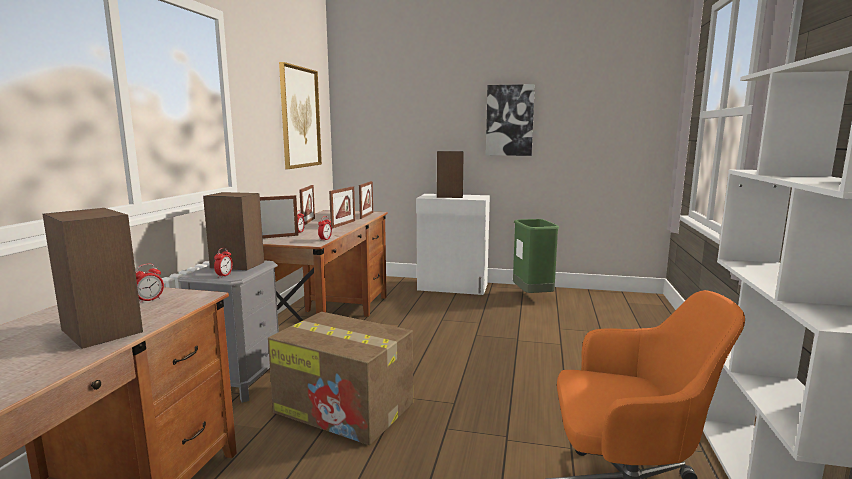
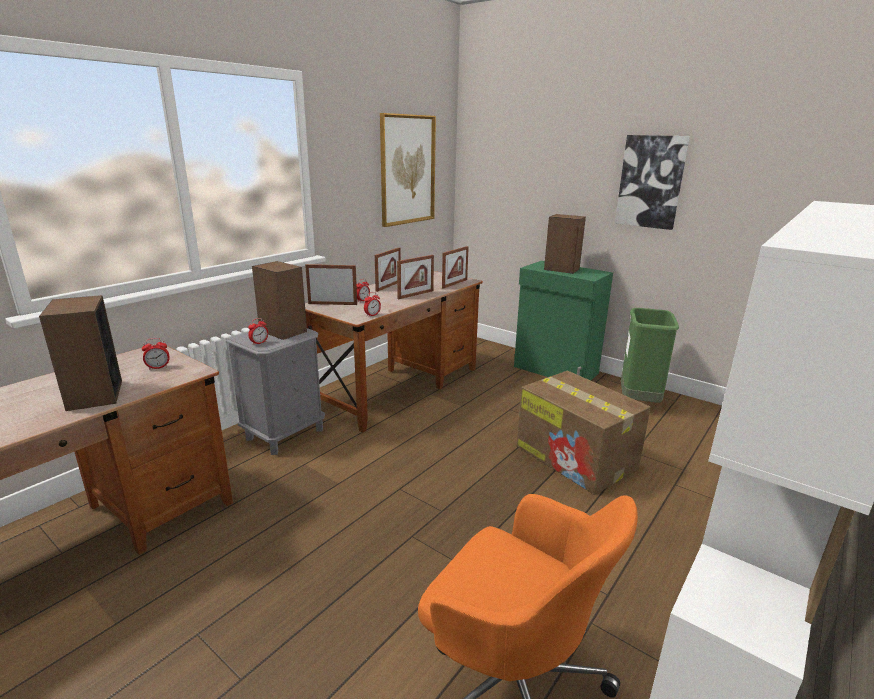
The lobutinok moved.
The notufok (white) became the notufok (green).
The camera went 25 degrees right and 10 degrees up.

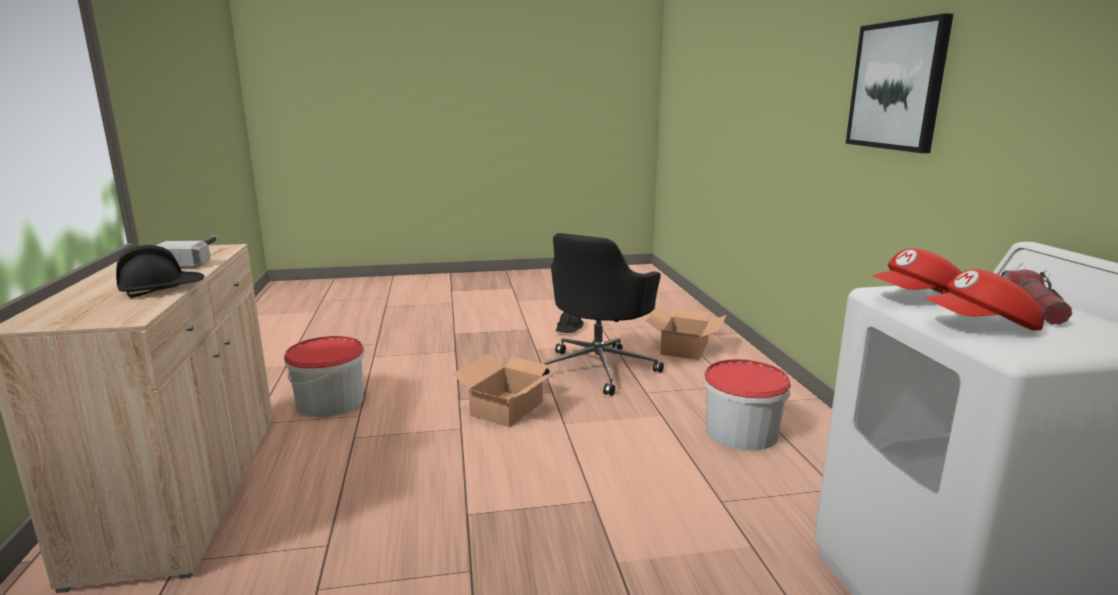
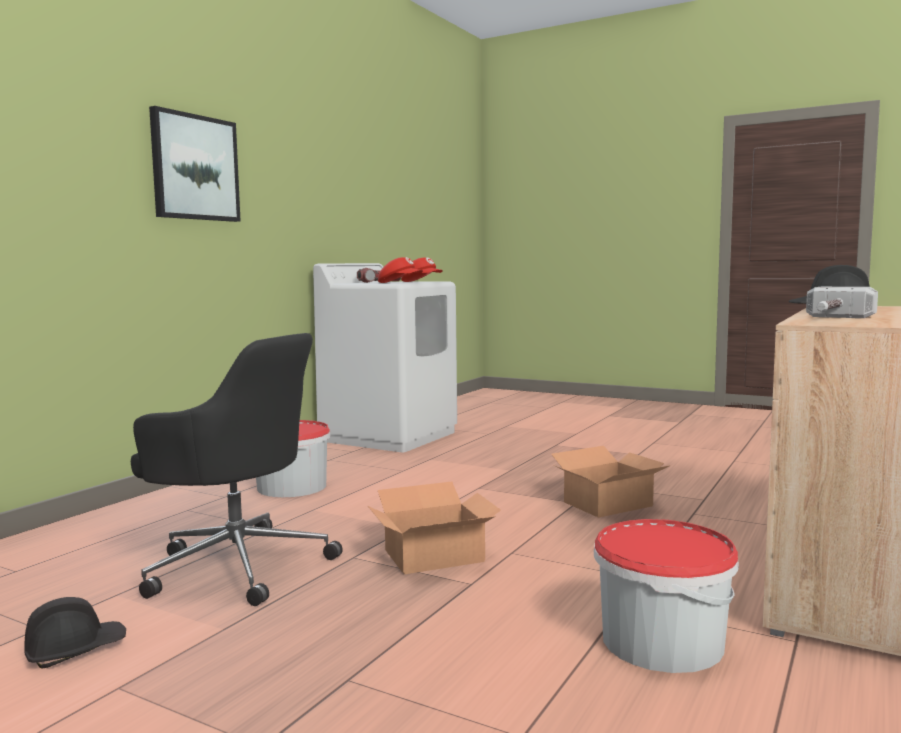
The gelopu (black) turned 45 degrees clockwise.
The lobutinok (no. 2 from left) moved.
The camera went 140 degrees left and 10 degrees down.

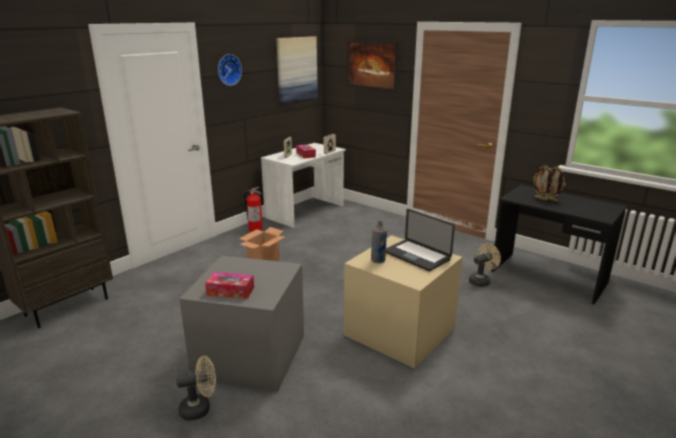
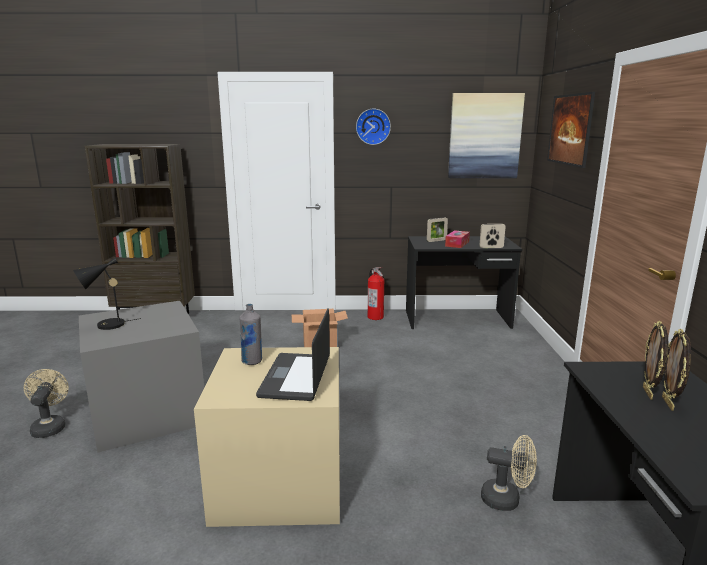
The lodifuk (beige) (no. 1 from left) turned 135 degrees counterclockwise.
The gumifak (no. 1 from left) was replaced by the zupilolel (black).
The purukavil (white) became the purukavil (black) (no. 1 from left).
The camera went 50 degrees right and 5 degrees down.

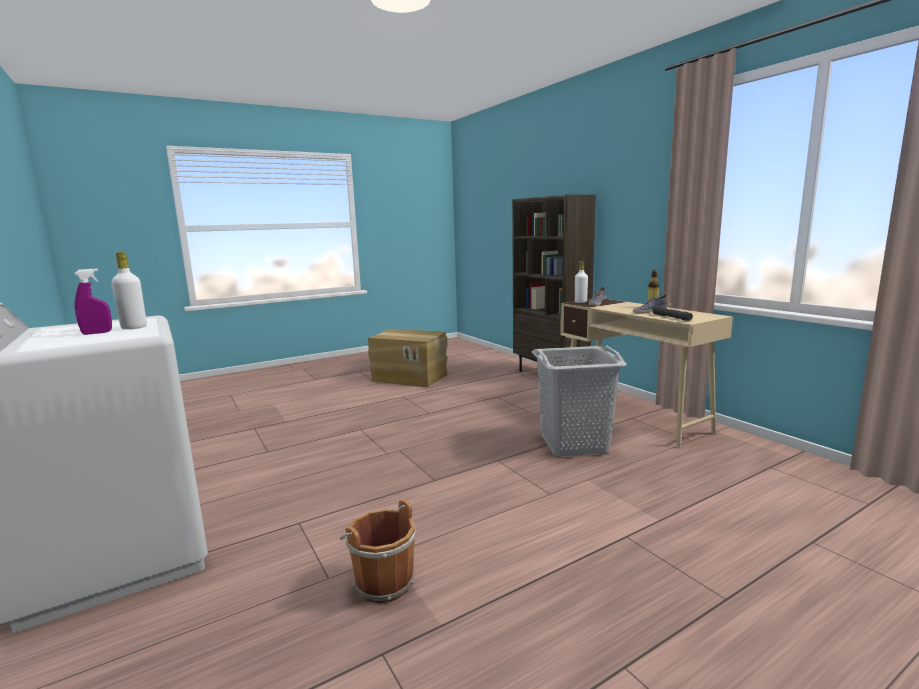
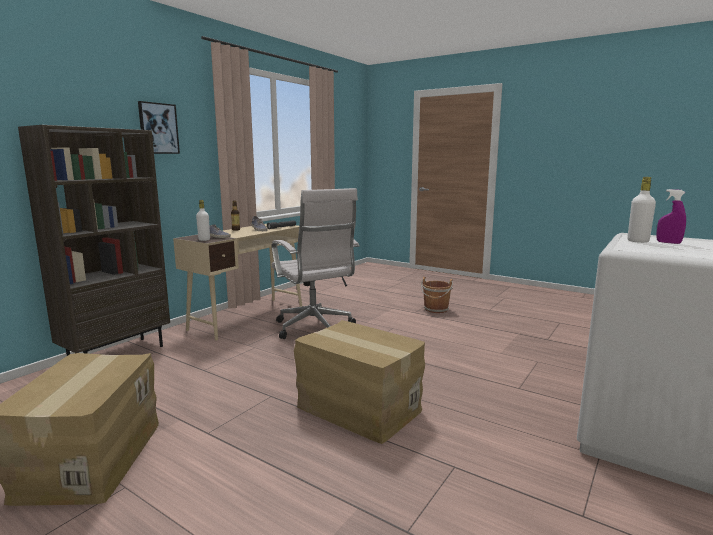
The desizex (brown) moved.
The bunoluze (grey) was replaced by the gelopu (white).
The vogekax appeared.
The lobutinok (no. 2 from left) appeared.
The camera went 115 degrees left and 0 degrees up.

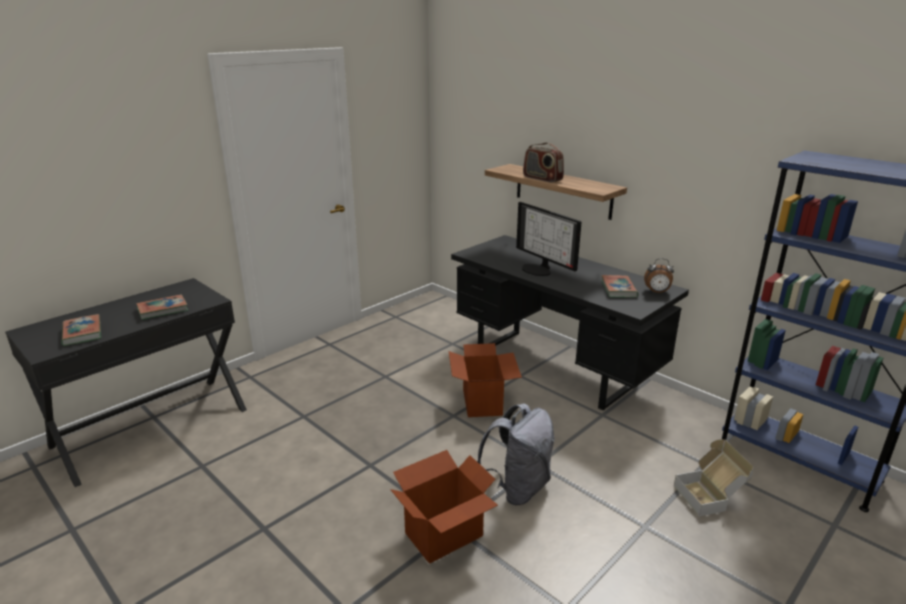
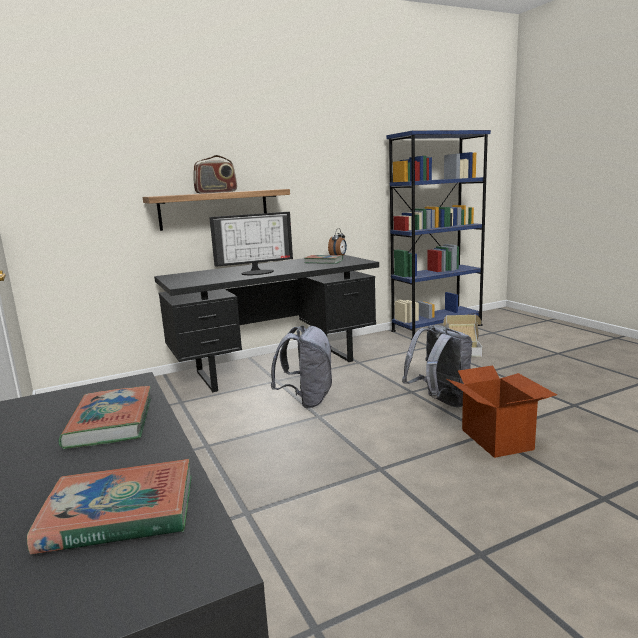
The lobutinok (no. 2 from left) was replaced by the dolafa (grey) (no. 1 from left).
The camera went 70 degrees left and 10 degrees down.

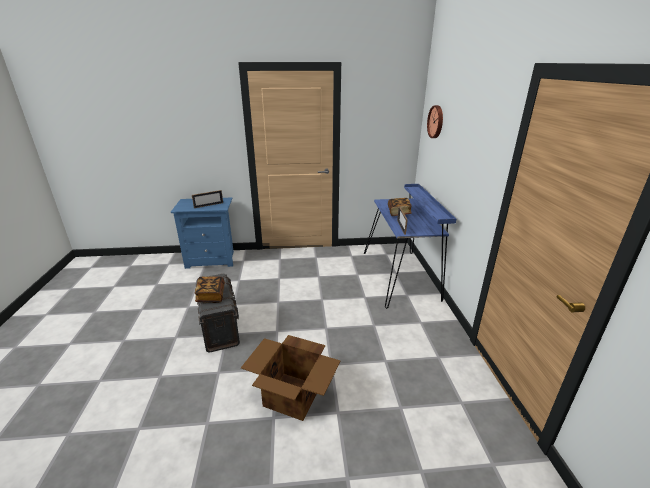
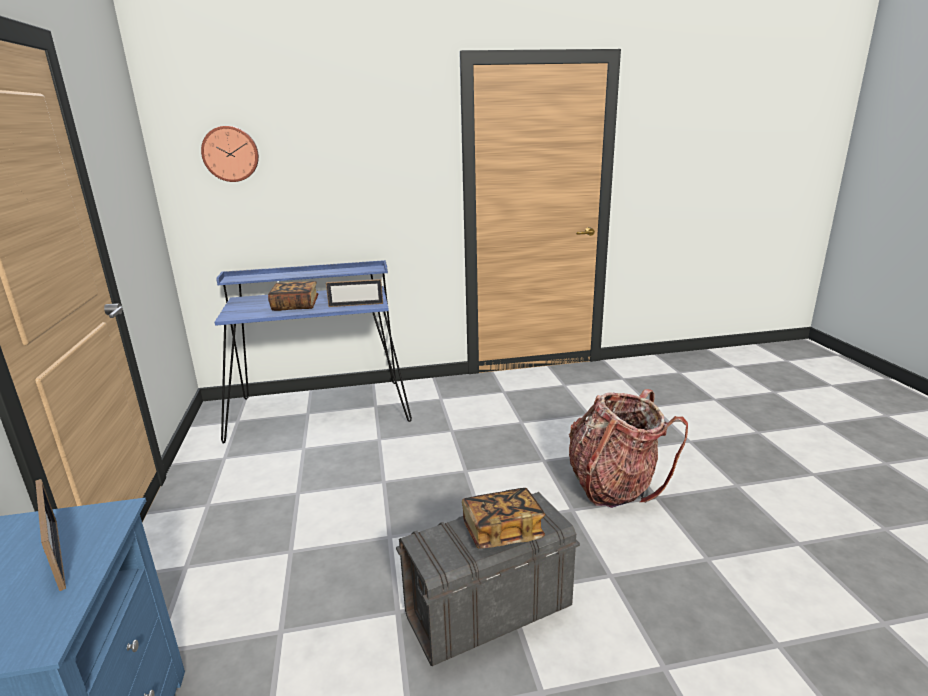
The lobutinok was replaced by the dolafa.
The camera went 95 degrees left and 5 degrees down.

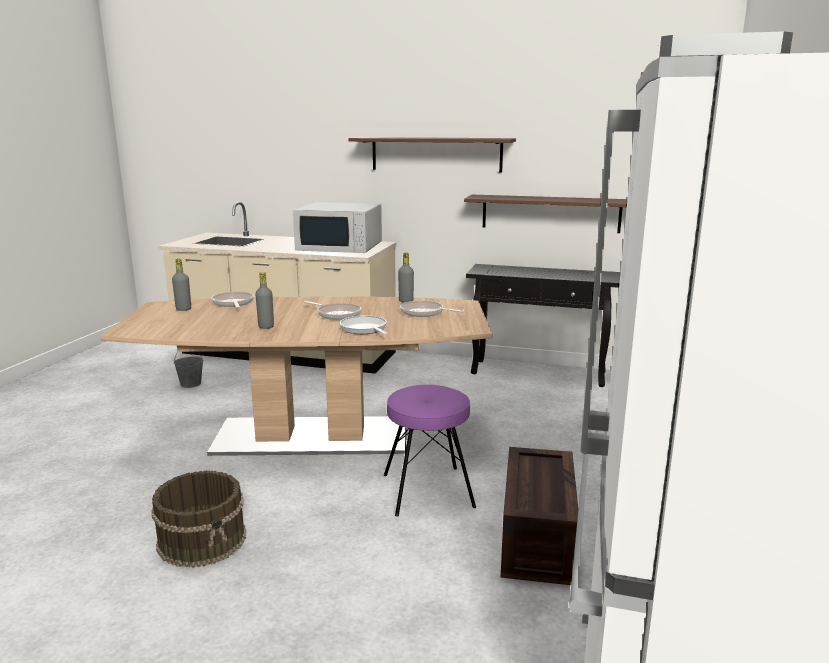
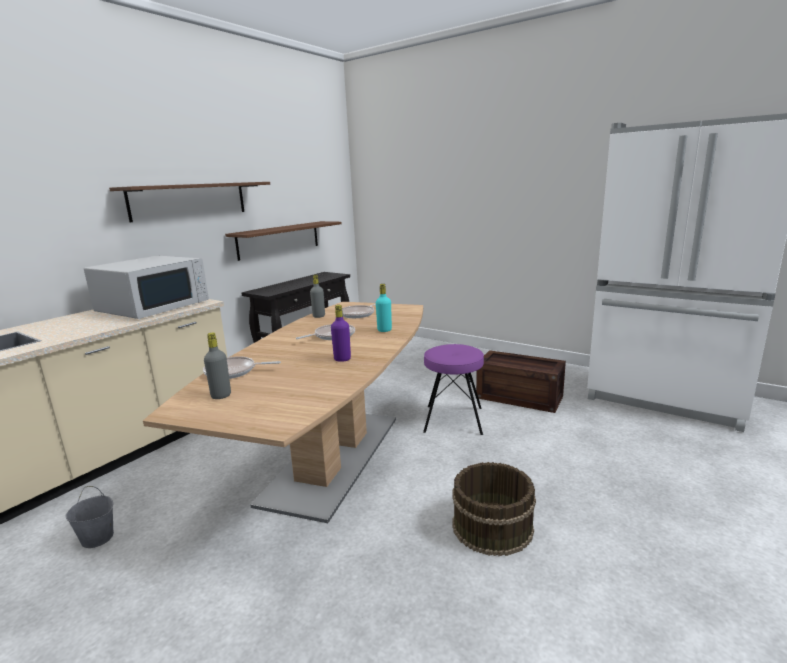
The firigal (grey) (no. 2 from left) became the firigal (purple).
The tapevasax (no. 3 from left) was replaced by the firigal (turquoise).
The camera went 70 degrees left and 0 degrees up.

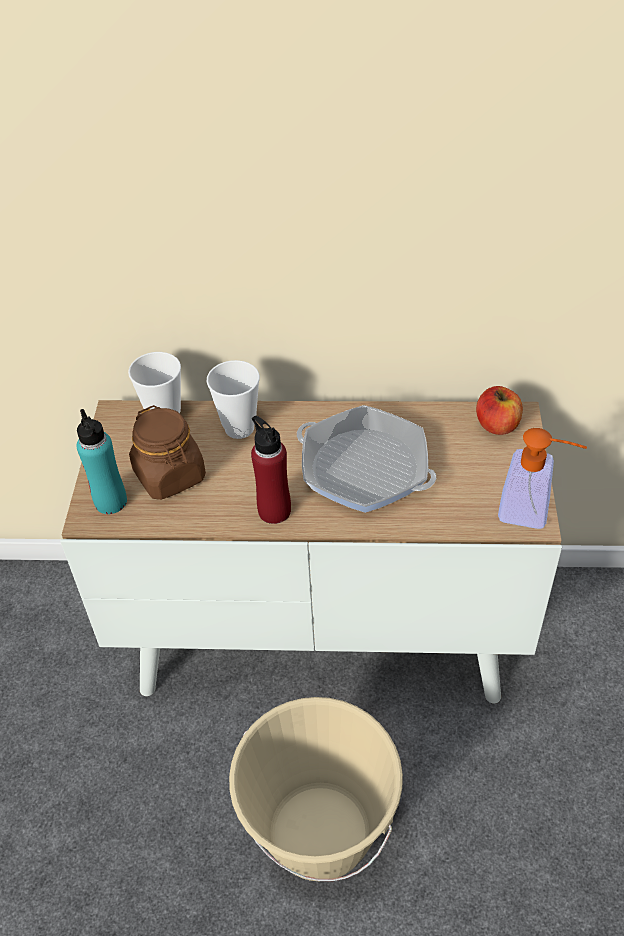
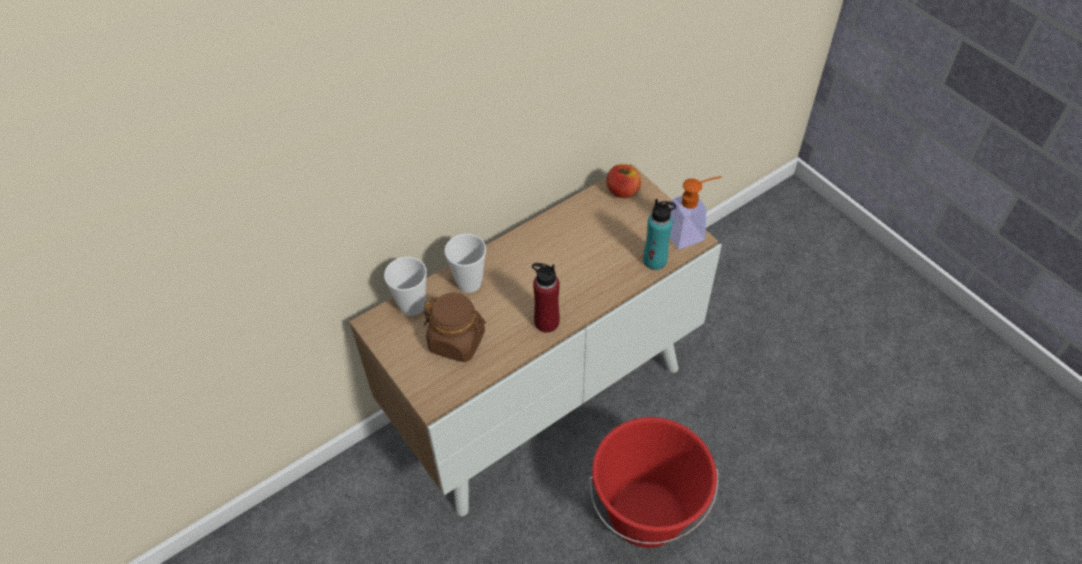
The firigal (turquoise) moved.
The desizex (beige) became the desizex (red).
The tapevasax disappeared.
The camera went 40 degrees left and 5 degrees up.

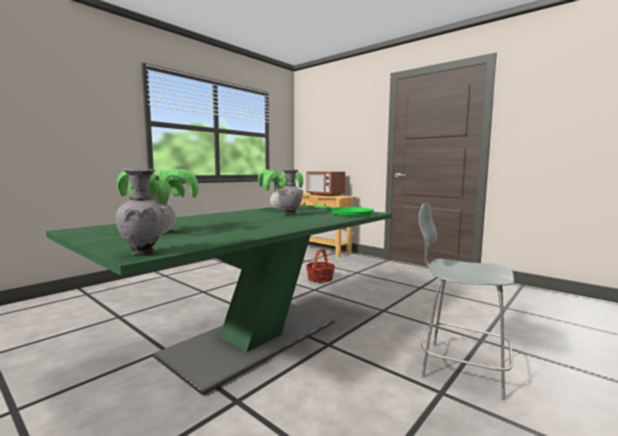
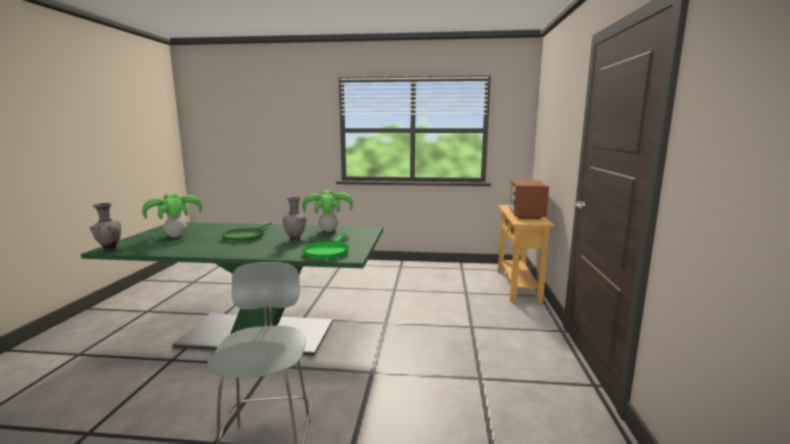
The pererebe disappeared.
The tapevasax (green) (no. 1 from left) appeared.
The camera went 55 degrees right and 5 degrees up.

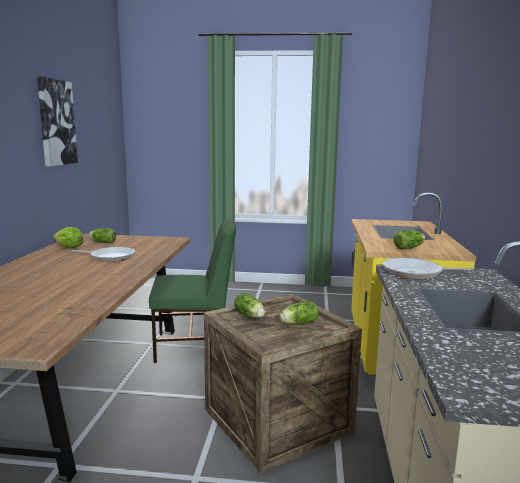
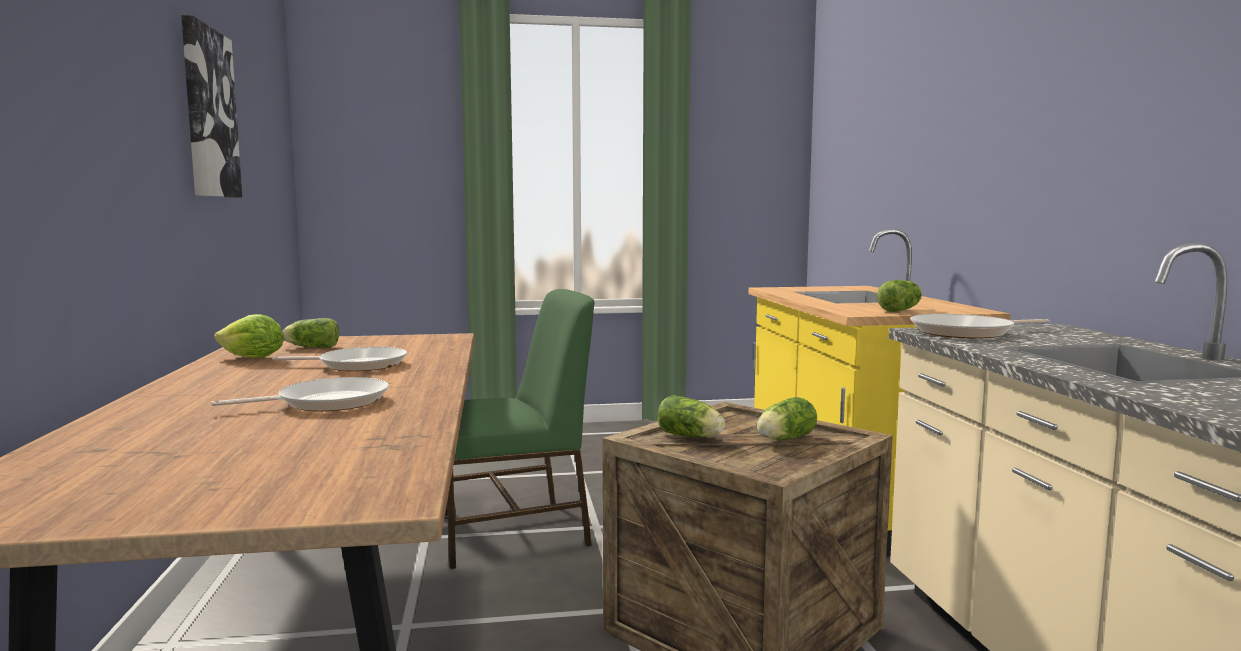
The tapevasax (no. 1 from left) appeared.
The camera went 15 degrees left and 5 degrees down.

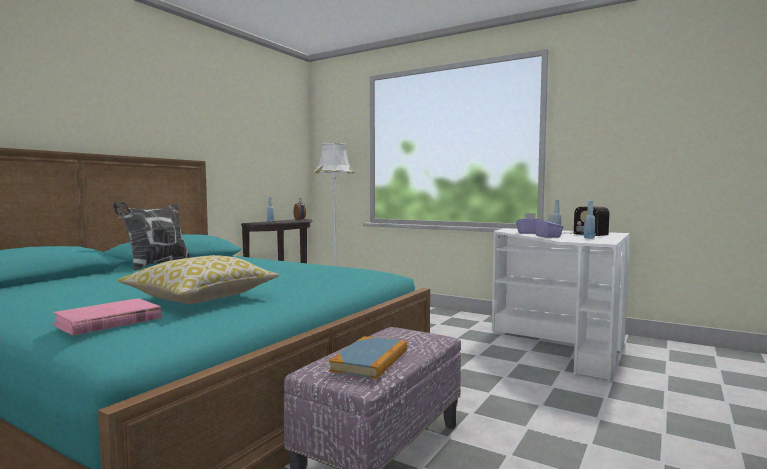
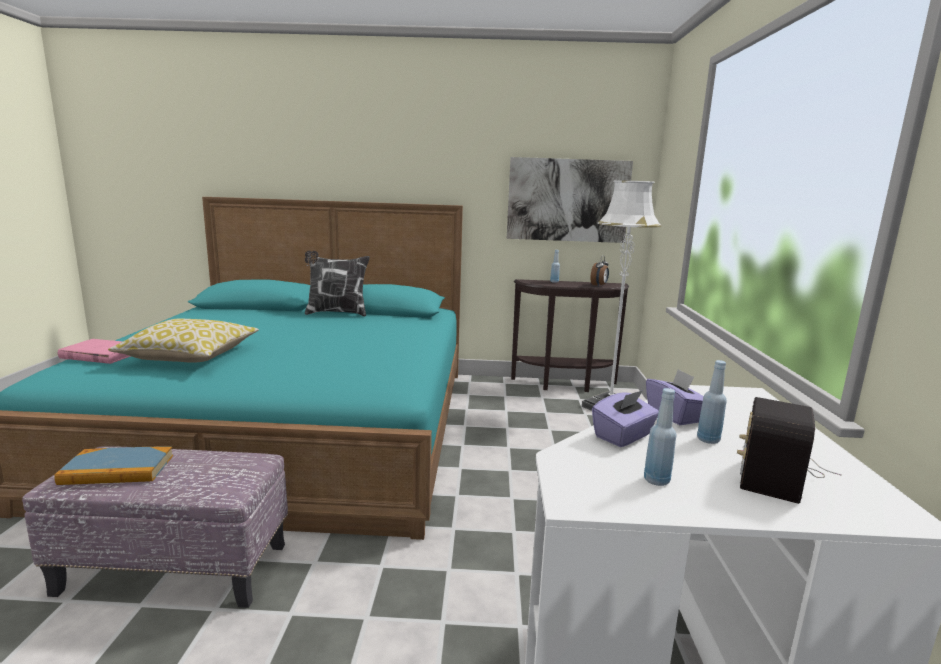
The vogekax appeared.
The camera went 60 degrees right and 10 degrees up.

